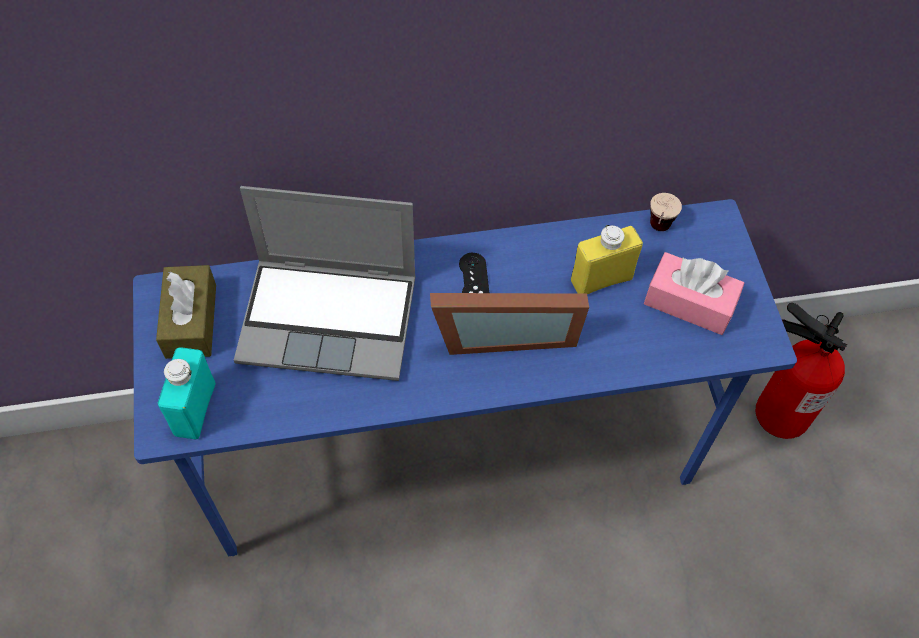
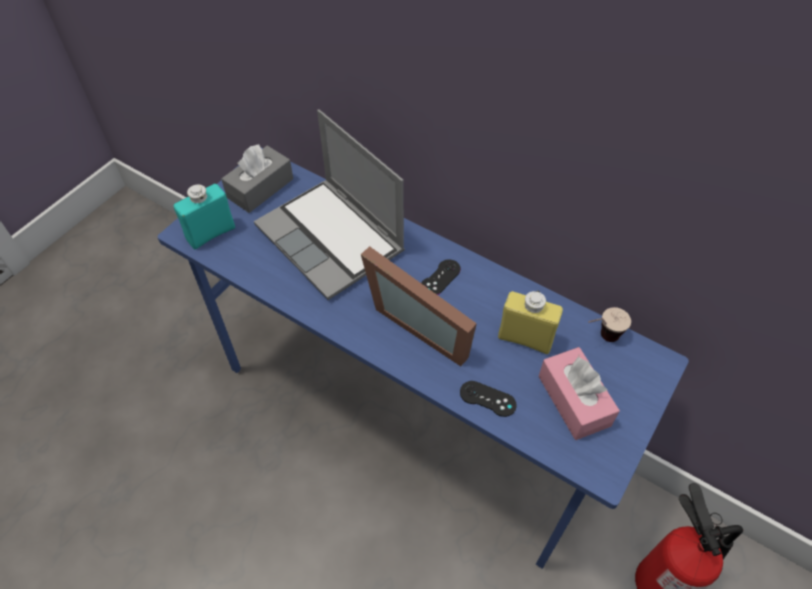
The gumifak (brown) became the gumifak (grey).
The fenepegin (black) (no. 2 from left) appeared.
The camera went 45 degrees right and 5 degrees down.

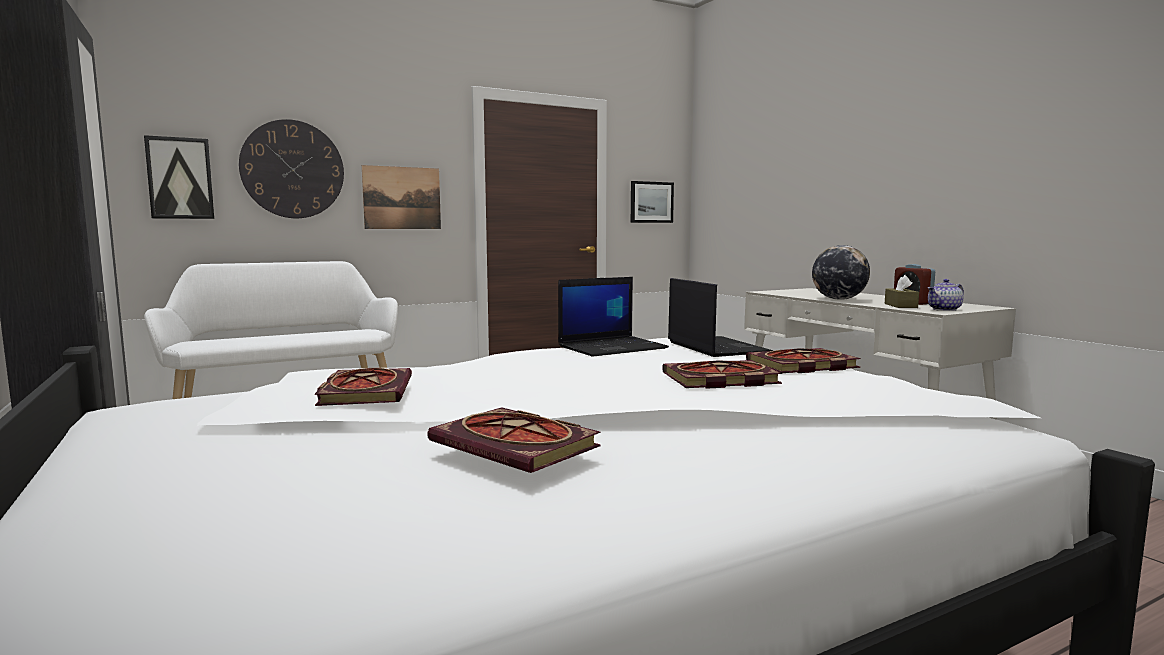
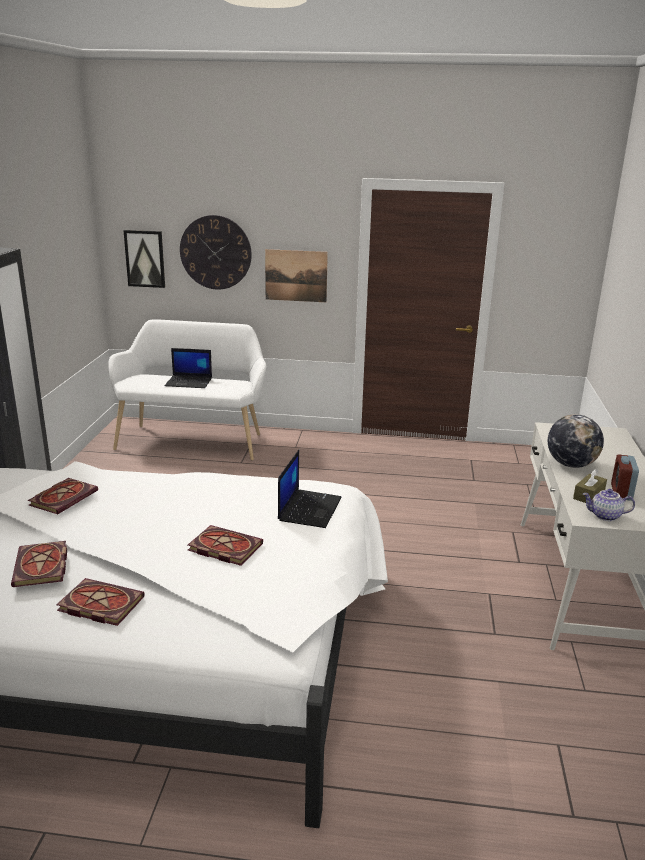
The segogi (no. 1 from left) moved.
The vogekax (no. 3 from left) disappeared.
The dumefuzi (no. 4 from left in the first image) moved.
The camera went 35 degrees right and 15 degrees up.

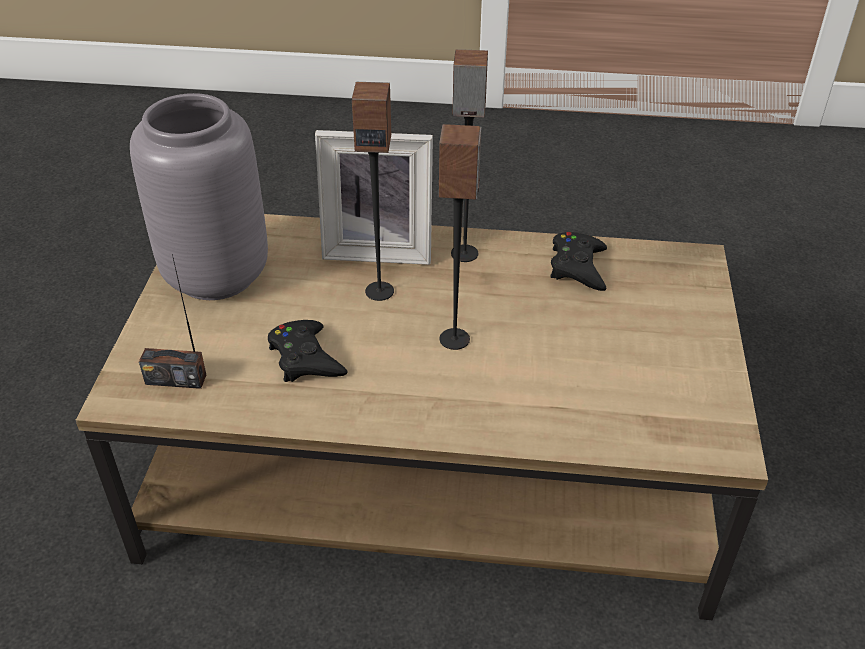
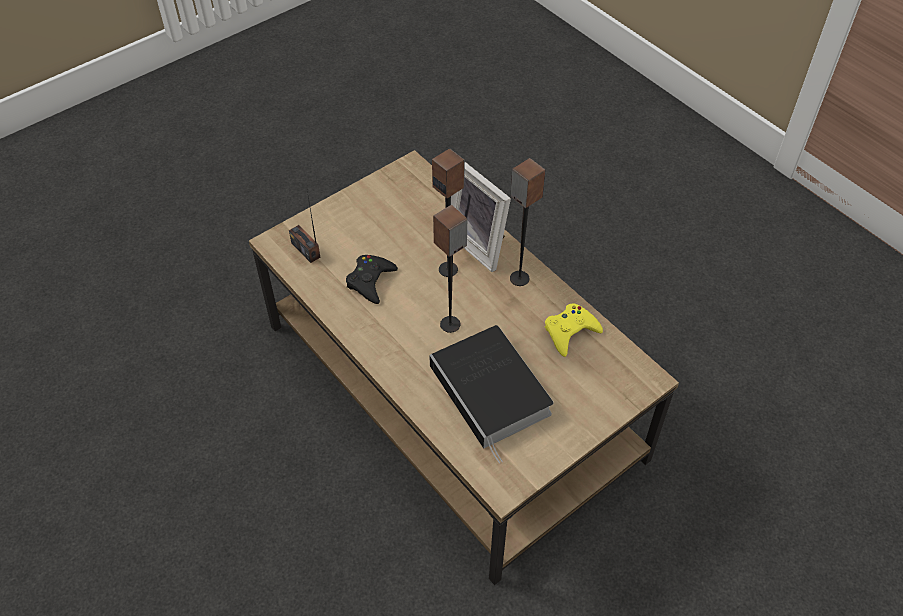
The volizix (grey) disappeared.
The fenepegin (black) (no. 2 from left) became the fenepegin (yellow).
The dumefuzi appeared.
The camera went 45 degrees right and 10 degrees up.

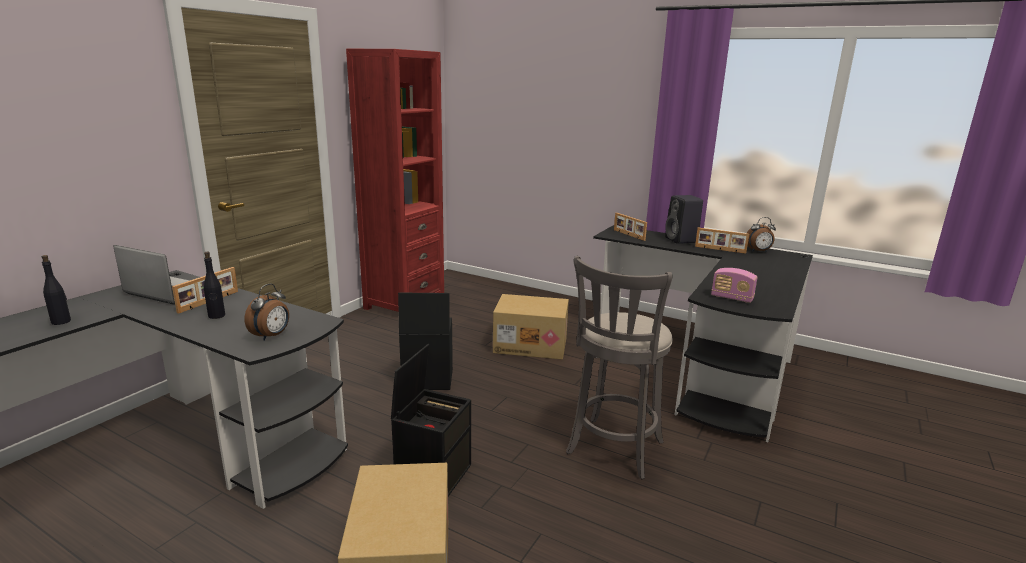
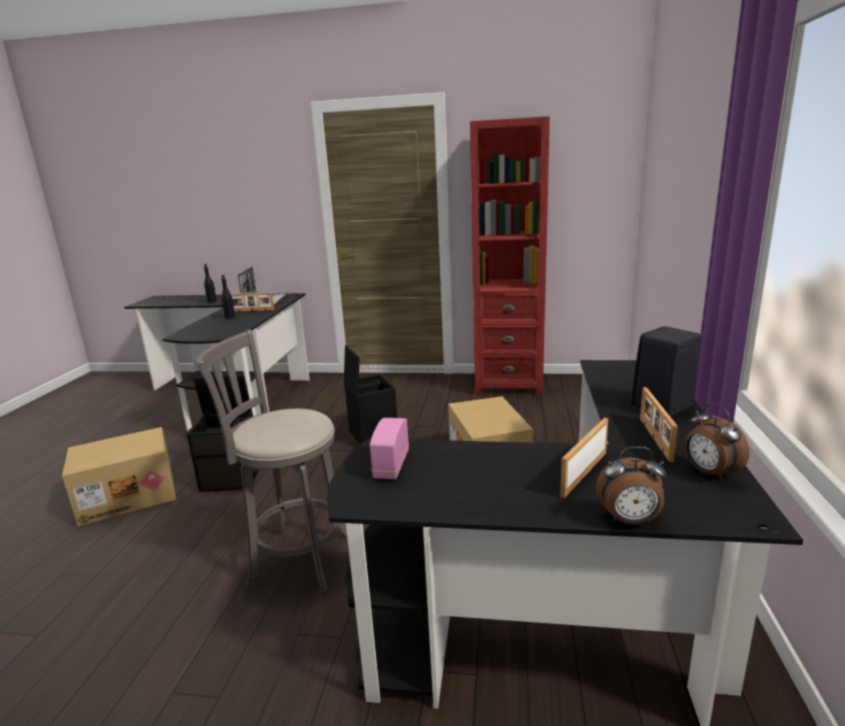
The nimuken (no. 1 from left) moved.
The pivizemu (no. 2 from left) moved.
The camera went 70 degrees right and 0 degrees up.

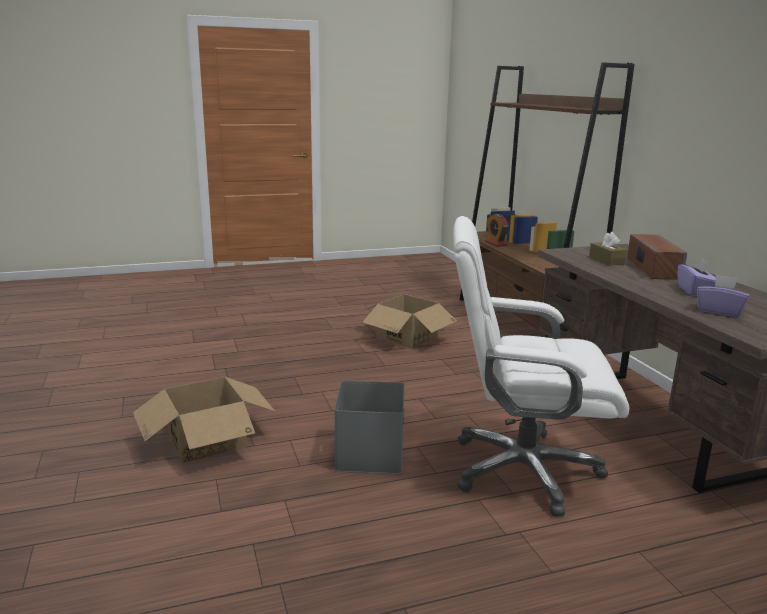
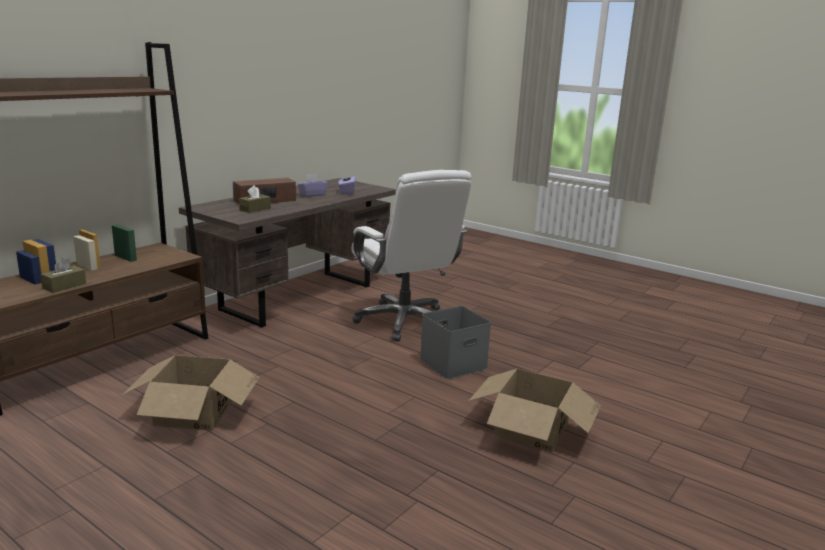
The nimuken was replaced by the gumifak (brown) (no. 1 from left).
The camera went 125 degrees left and 0 degrees up.

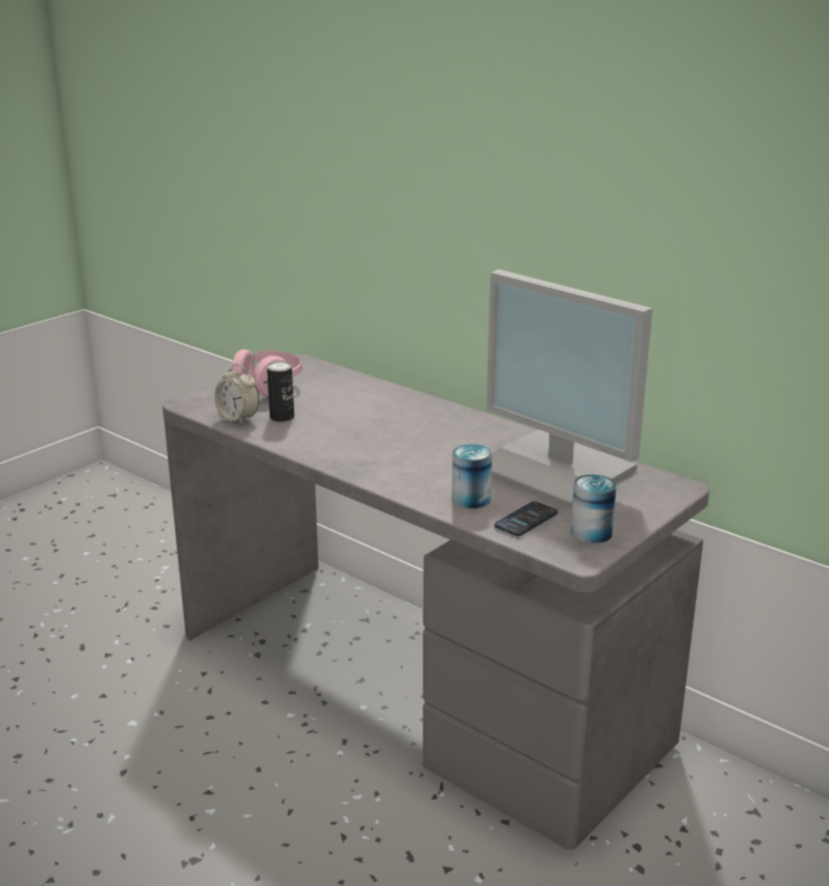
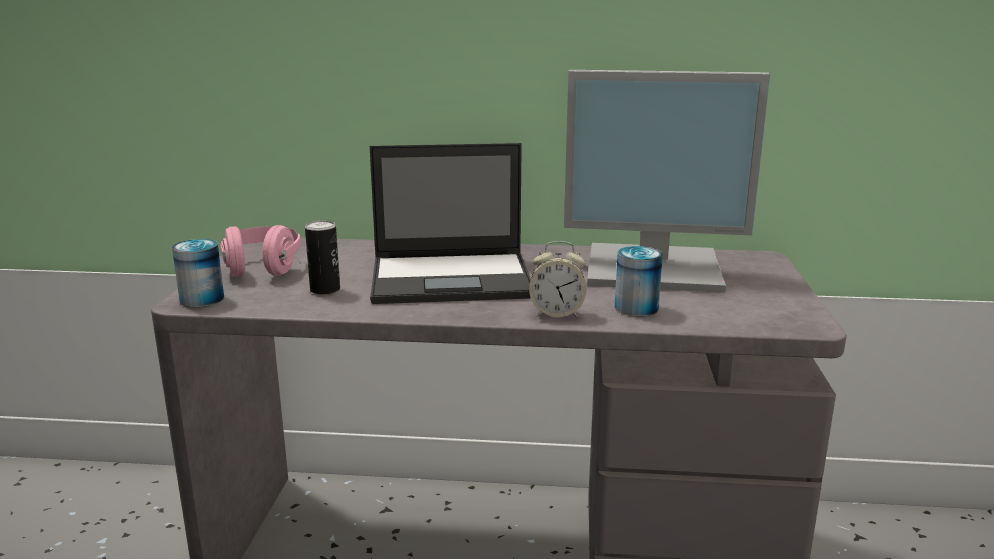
The nimuken moved.
The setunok disappeared.
The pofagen (no. 3 from left in the first image) moved.
The segogi appeared.
The camera went 35 degrees left and 5 degrees down.

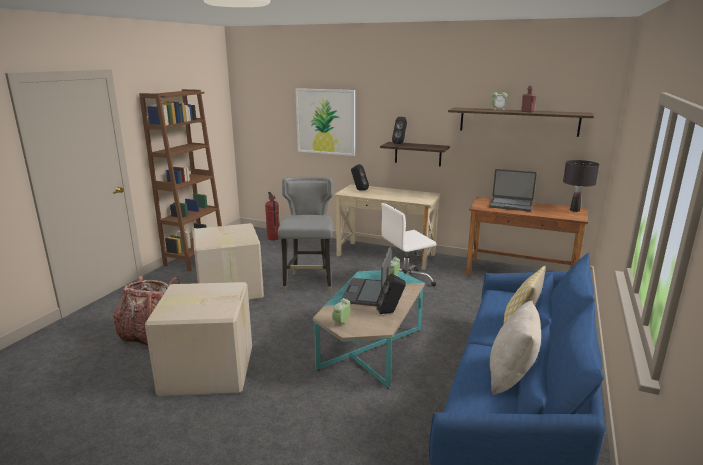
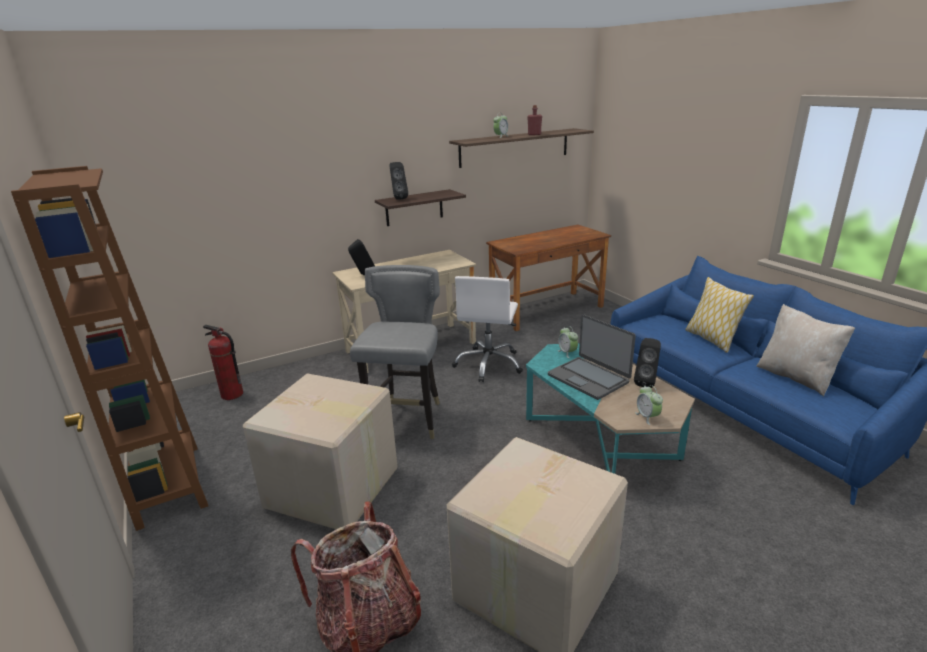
The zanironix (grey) turned 60 degrees clockwise.
The vogekax disappeared.
The segogi (no. 2 from left) disappeared.
The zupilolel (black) disappeared.
The camera went 50 degrees left and 5 degrees up.

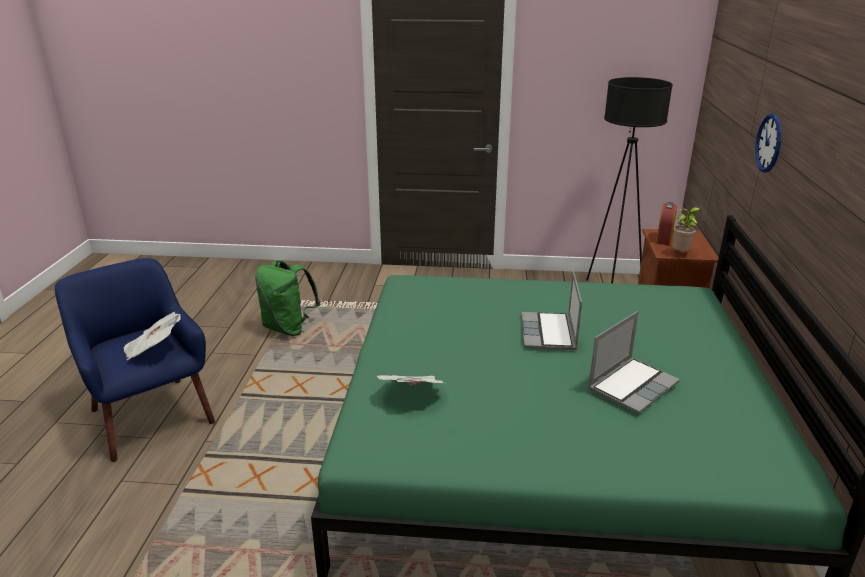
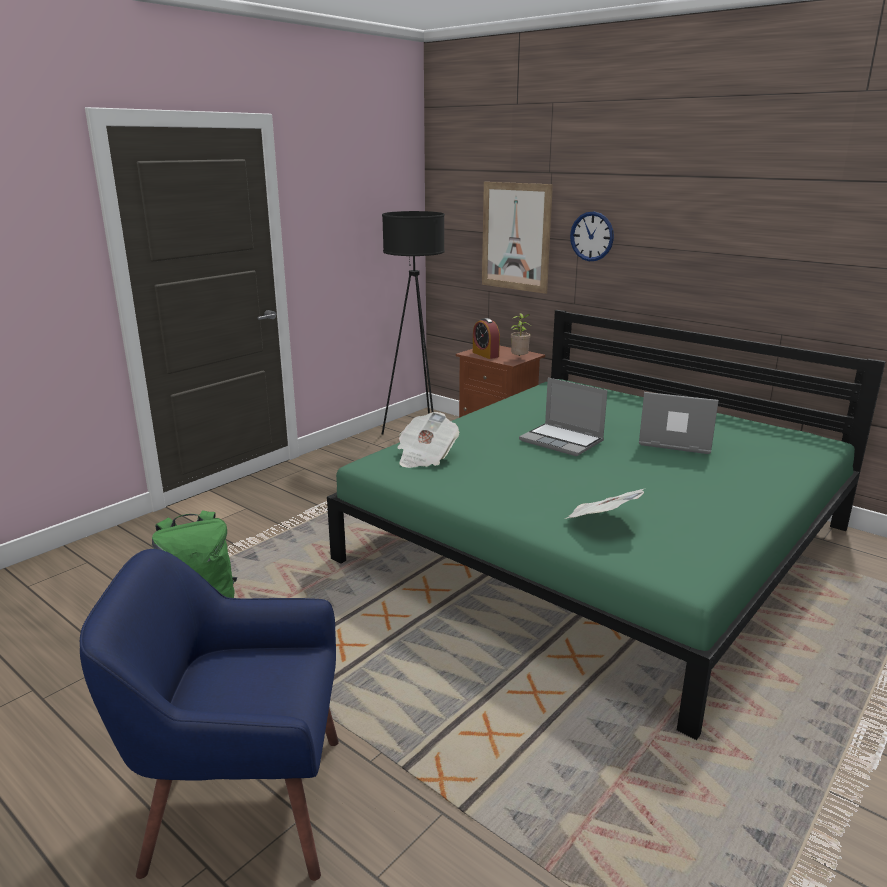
The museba (no. 1 from left) moved.
The segogi (no. 2 from left) turned 60 degrees counterclockwise.
The vogekax appeared.
The camera went 55 degrees left and 5 degrees down.

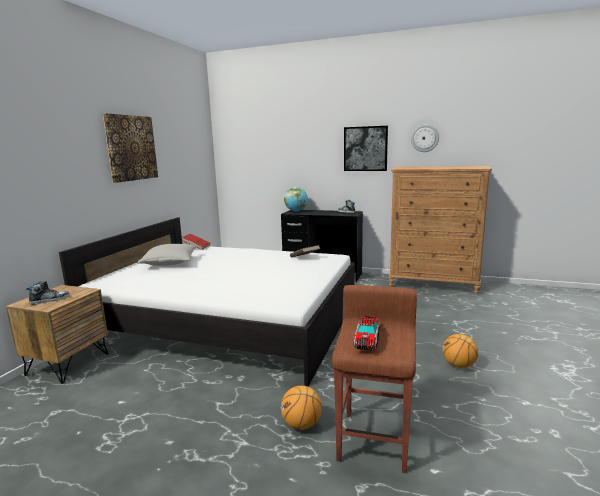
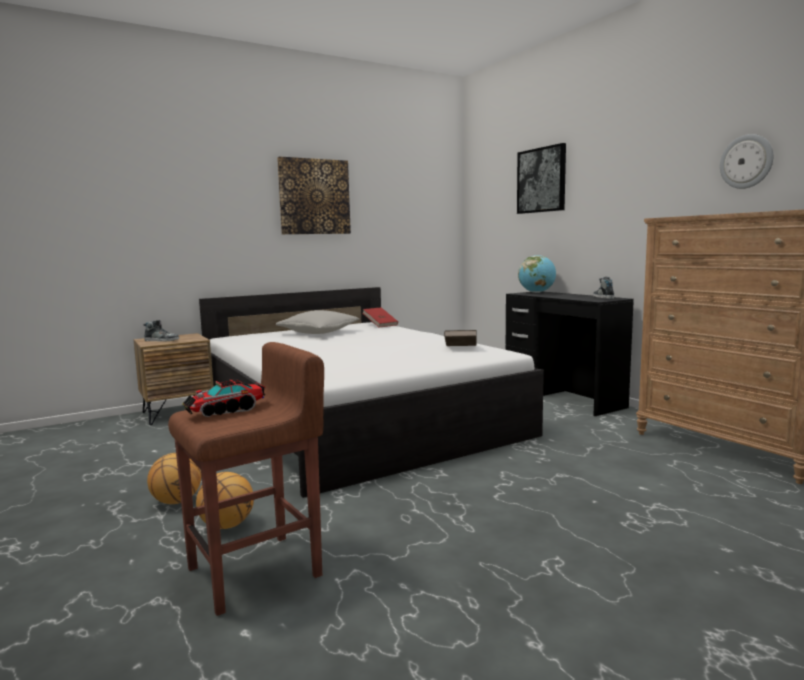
The vogekax (no. 2 from left) moved.
The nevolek (no. 2 from left in the first image) moved.
The camera went 40 degrees right and 5 degrees down.

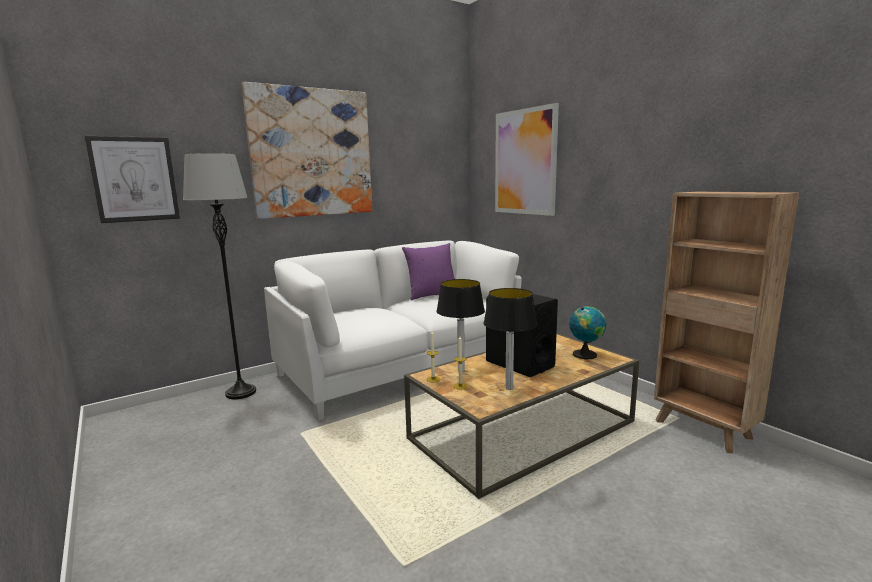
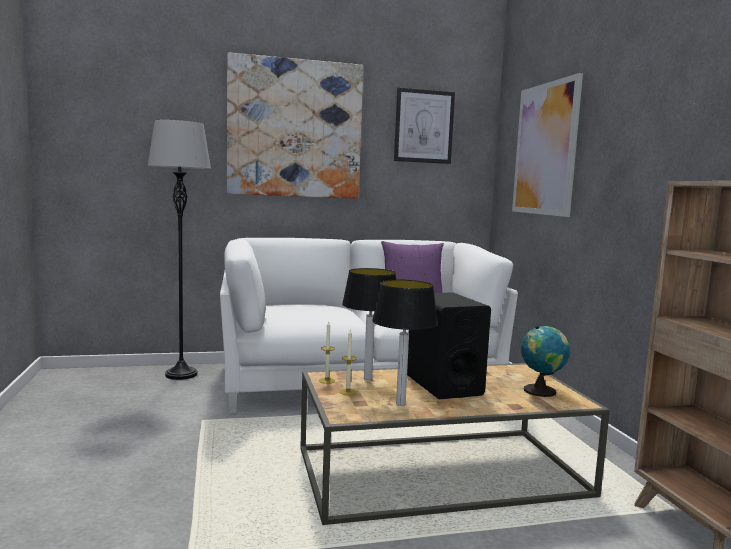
The vogekax (no. 1 from left in the first image) moved.
The camera went 20 degrees right and 5 degrees down.

